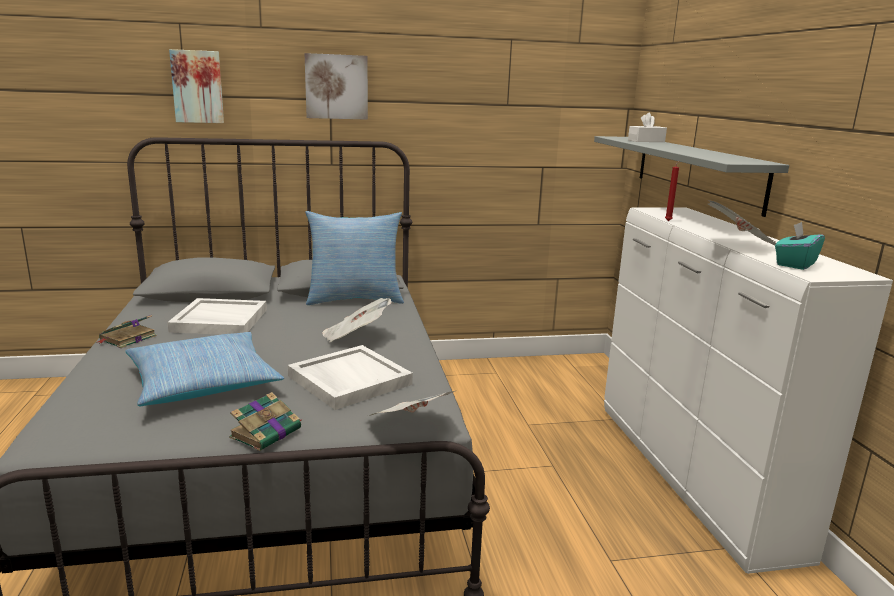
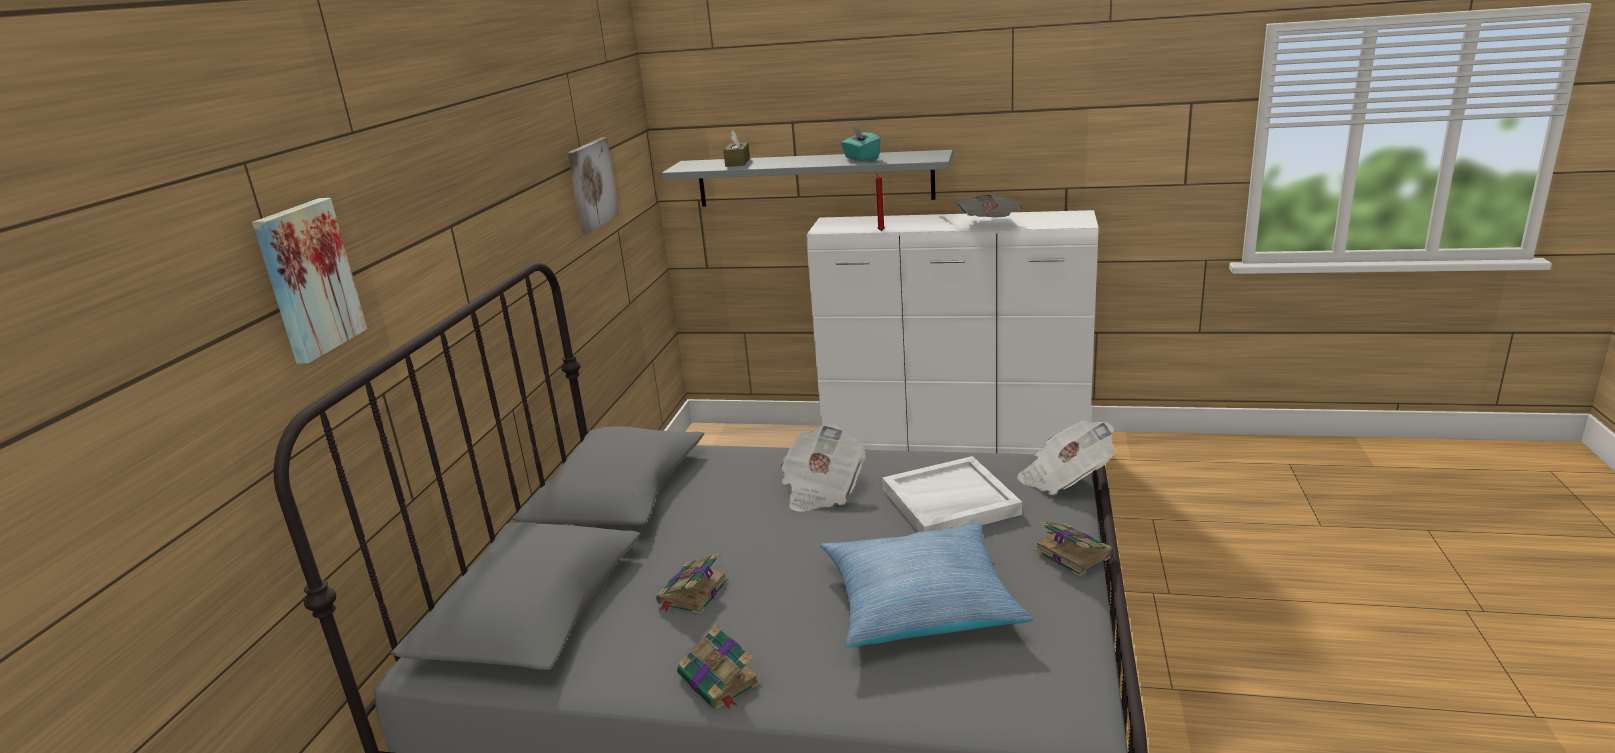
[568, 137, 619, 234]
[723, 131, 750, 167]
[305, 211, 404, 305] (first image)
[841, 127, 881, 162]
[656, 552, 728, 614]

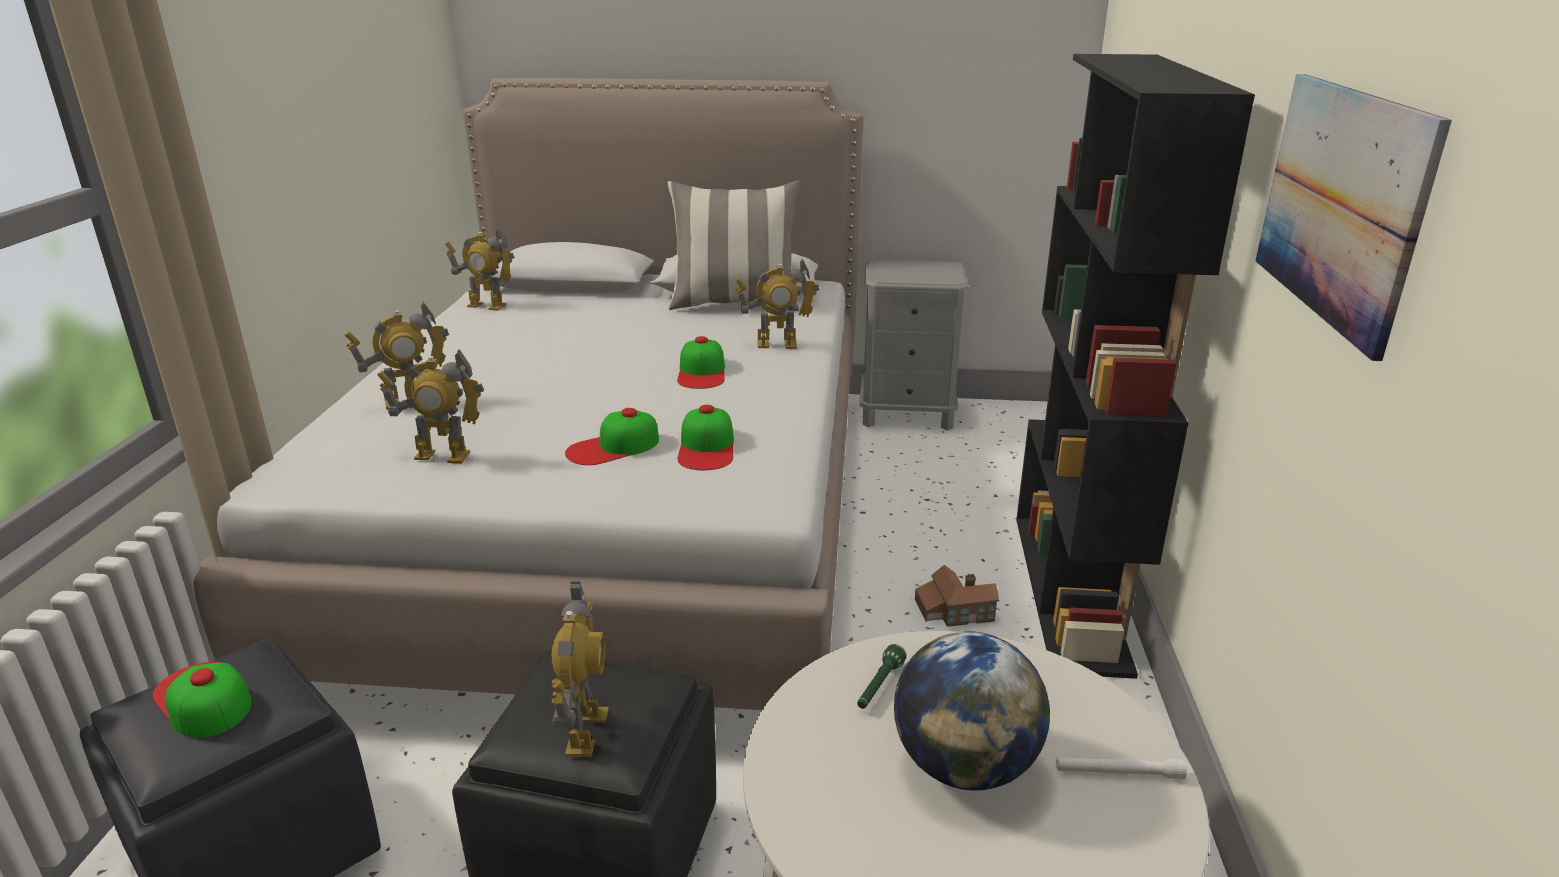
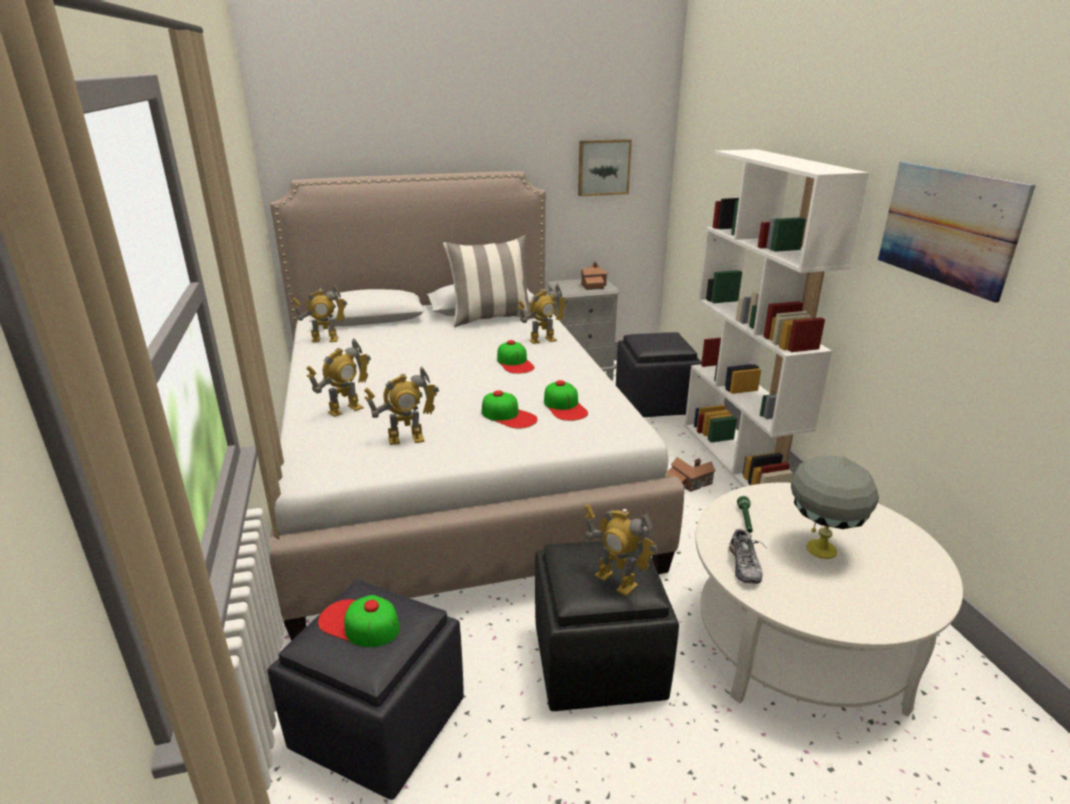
[685, 149, 869, 487]
[482, 390, 537, 429]
[585, 504, 657, 596]
[791, 456, 879, 559]
[1056, 757, 1187, 779] (first image)
[578, 139, 632, 196]
[581, 262, 608, 290]
[616, 332, 702, 417]
[728, 528, 767, 584]

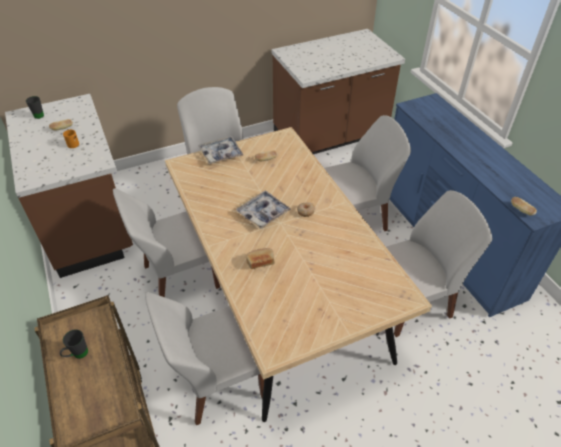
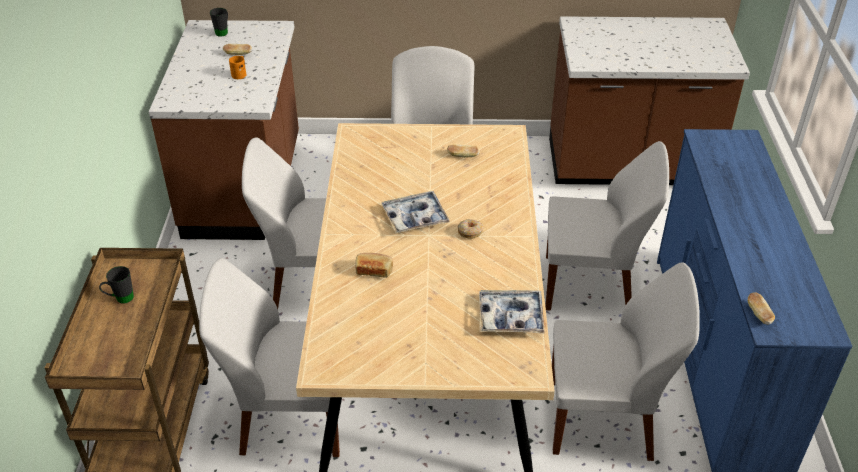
[479, 290, 545, 334]

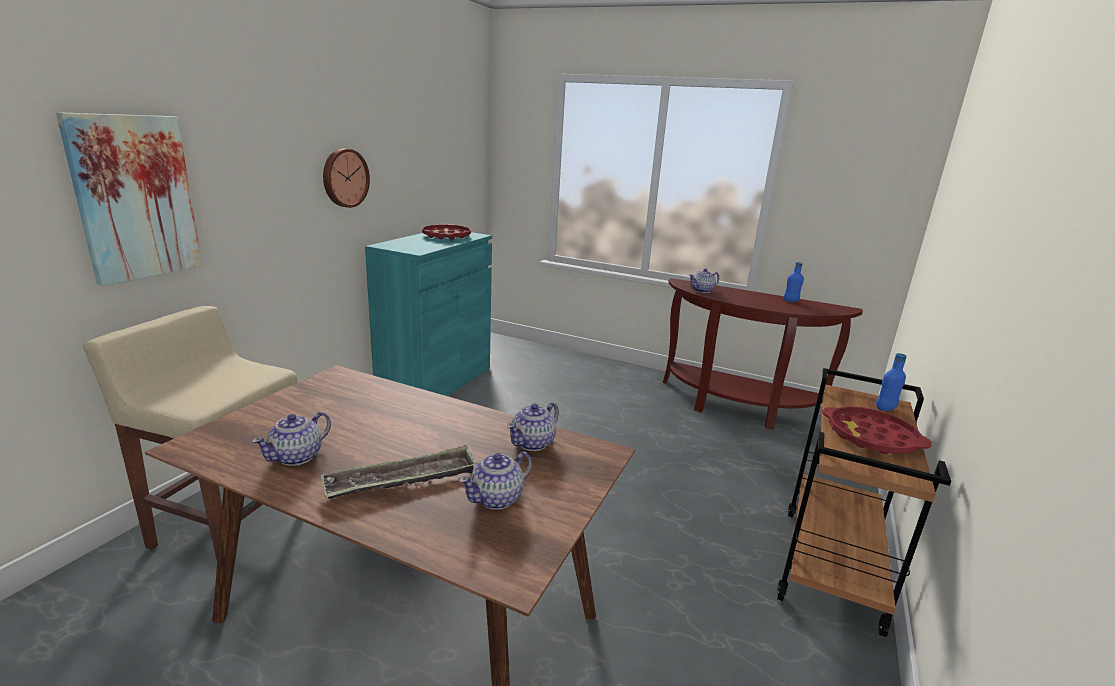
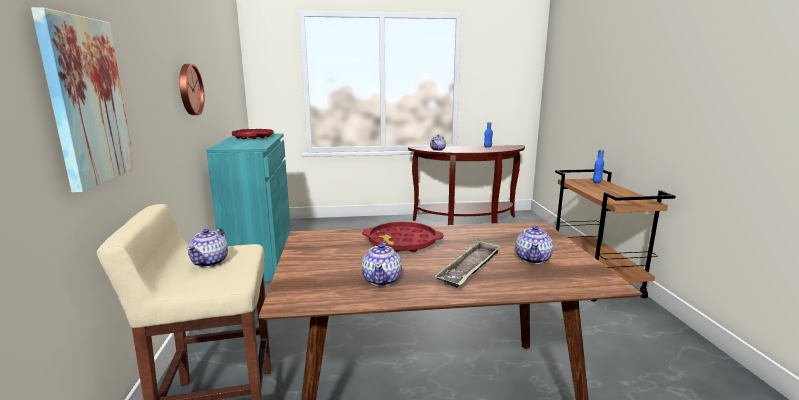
[187, 228, 228, 267]
[362, 222, 443, 252]

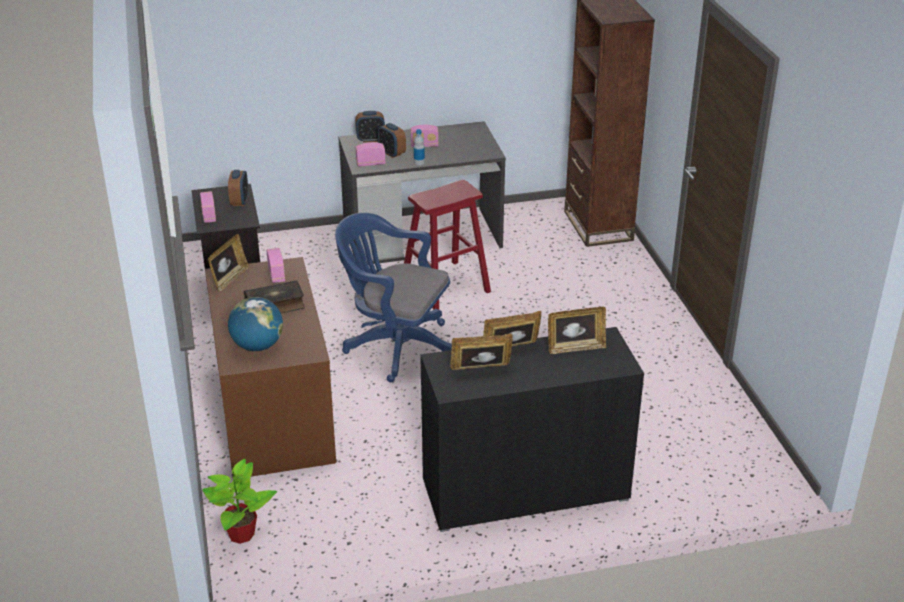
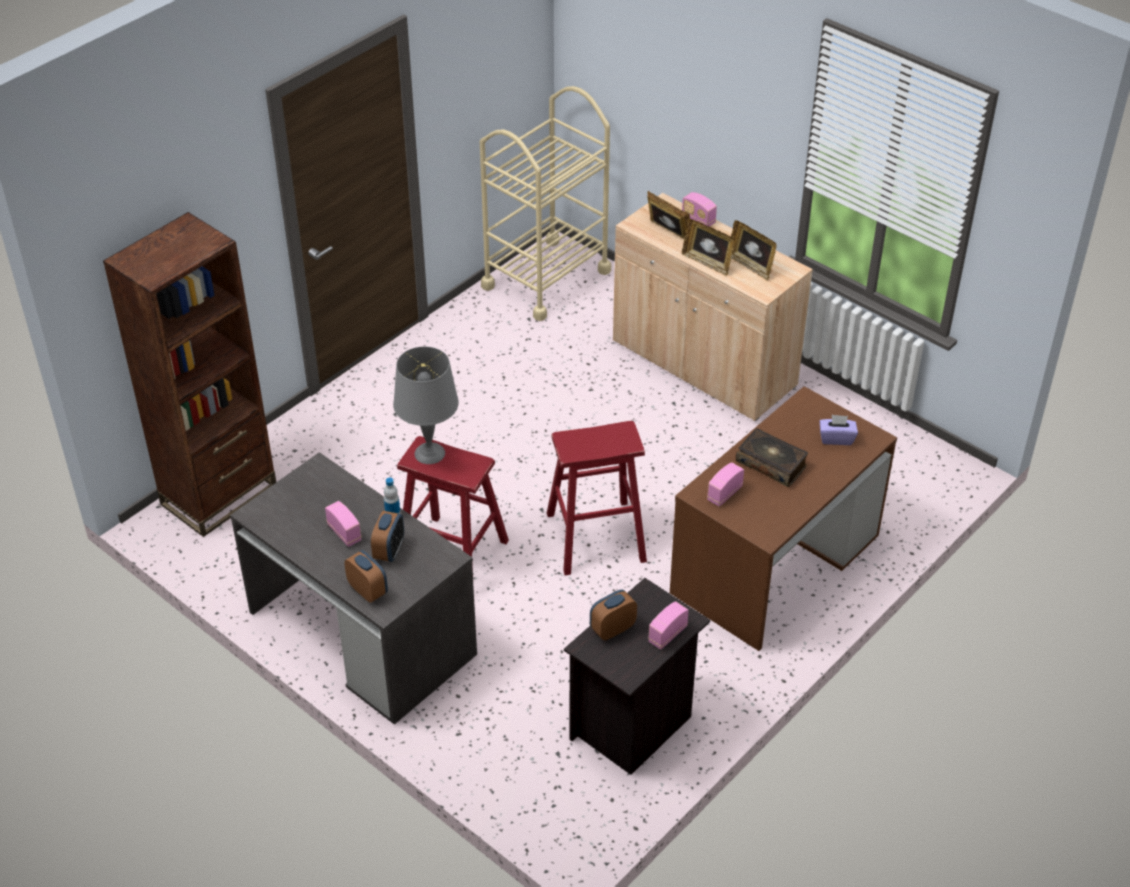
[682, 192, 717, 227]
[547, 421, 647, 575]
[208, 234, 250, 292] (first image)
[820, 415, 858, 445]
[613, 193, 813, 421]
[203, 459, 277, 544] (first image)
[480, 86, 611, 321]
[393, 346, 459, 464]

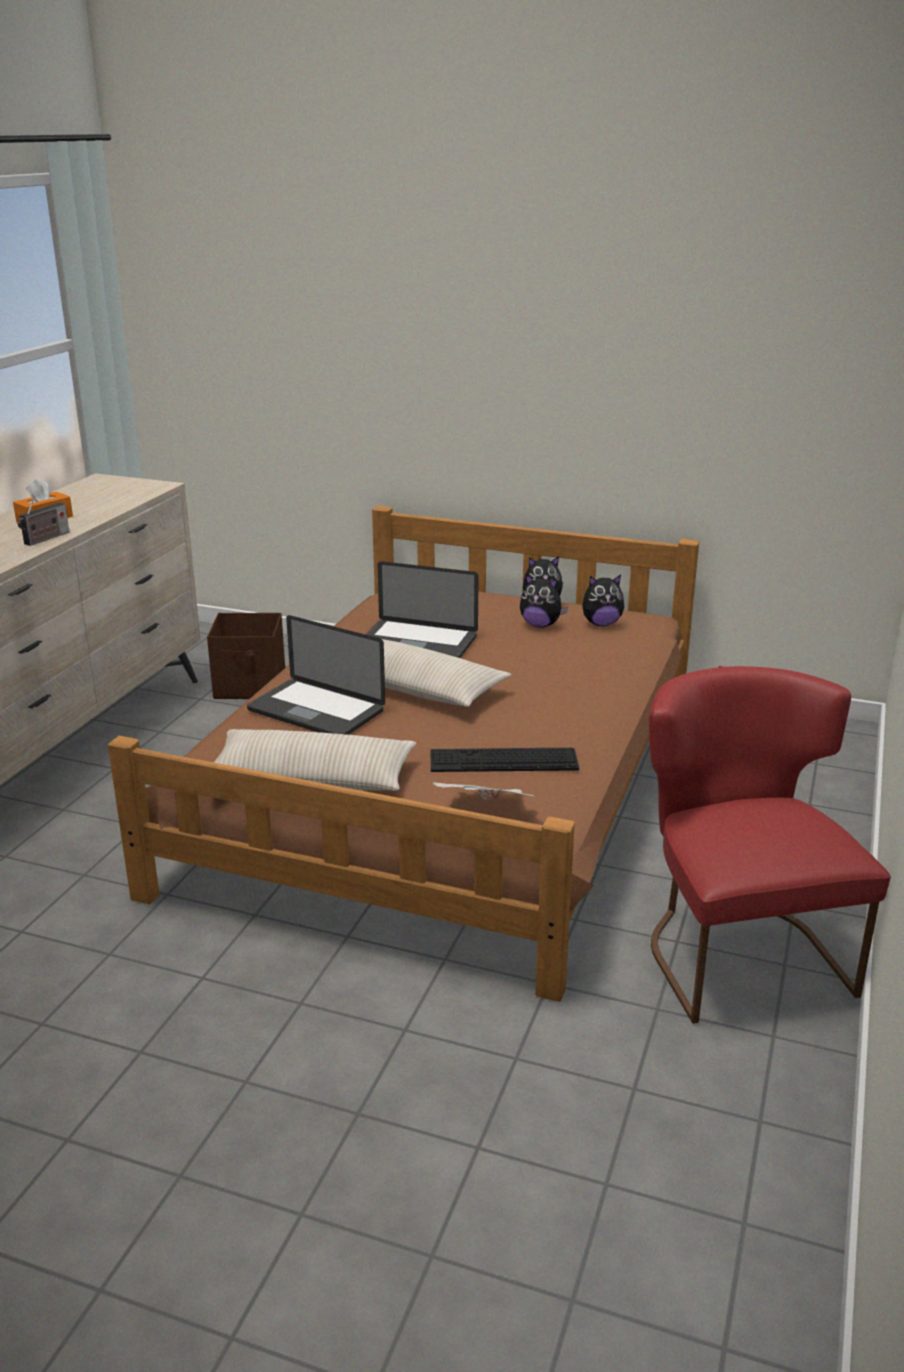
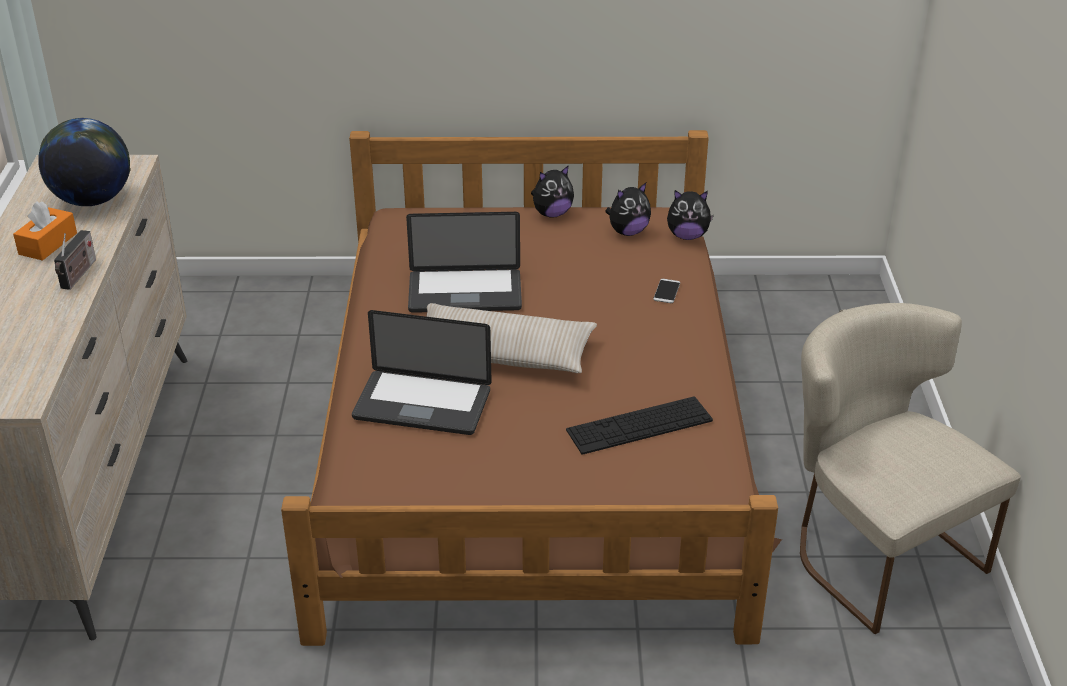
[667, 190, 714, 240]
[207, 613, 285, 699] (first image)
[800, 303, 1021, 634]
[214, 729, 416, 791] (first image)
[433, 782, 539, 800] (first image)
[38, 118, 131, 206]
[653, 279, 680, 303]

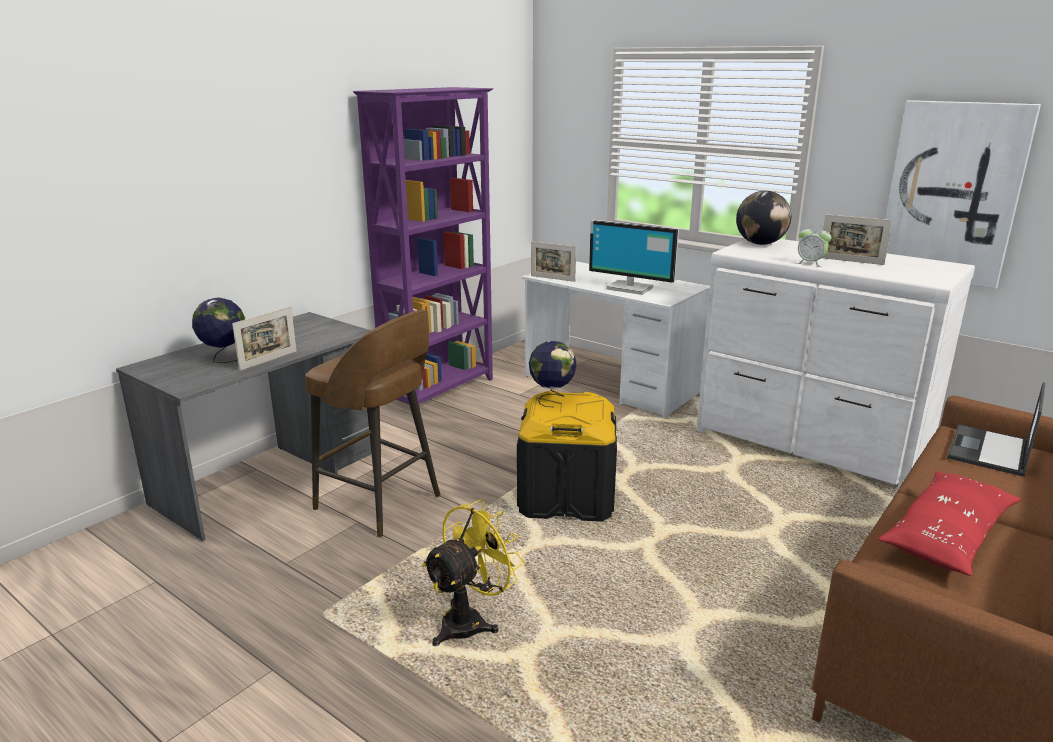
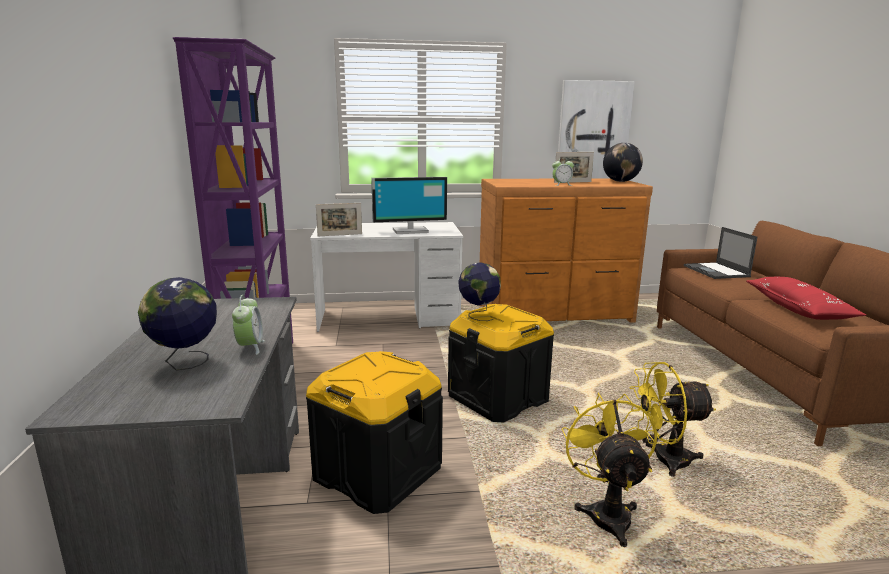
[603, 143, 643, 182]
[479, 178, 653, 323]
[232, 295, 265, 355]
[306, 351, 443, 514]
[629, 362, 716, 477]

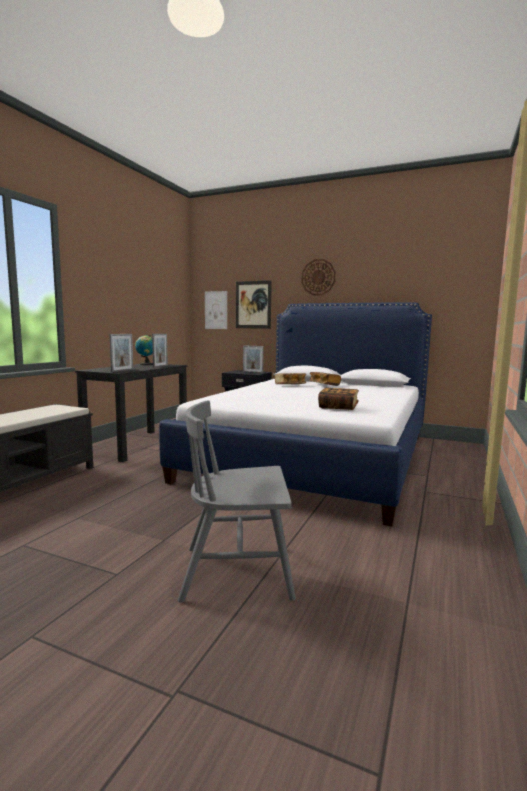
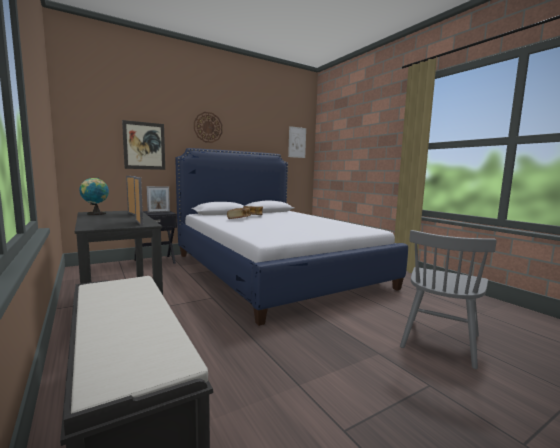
[288, 126, 306, 158]
[318, 387, 359, 410] (first image)

